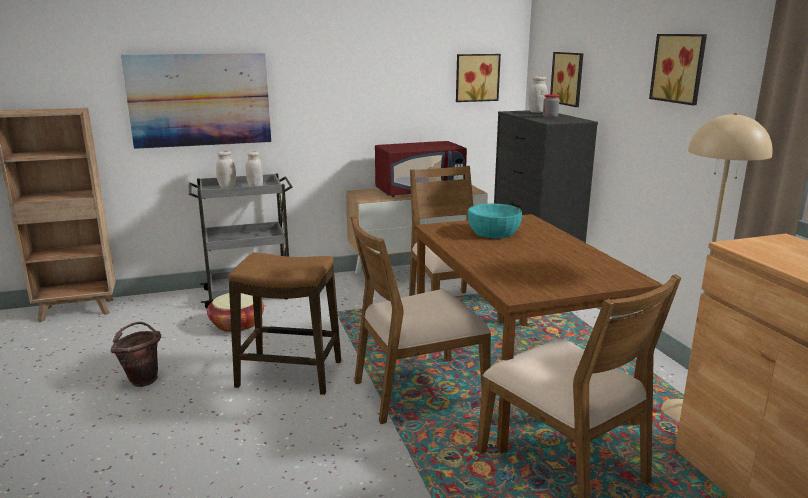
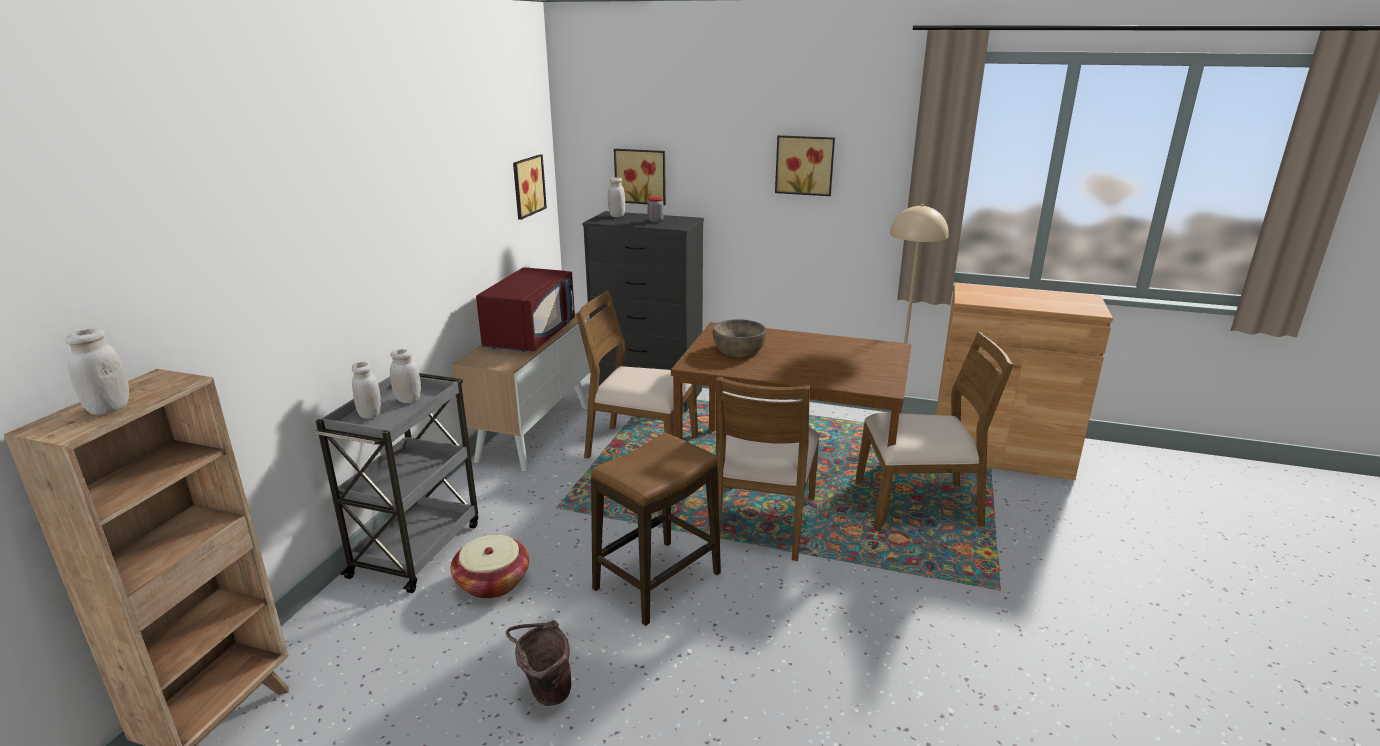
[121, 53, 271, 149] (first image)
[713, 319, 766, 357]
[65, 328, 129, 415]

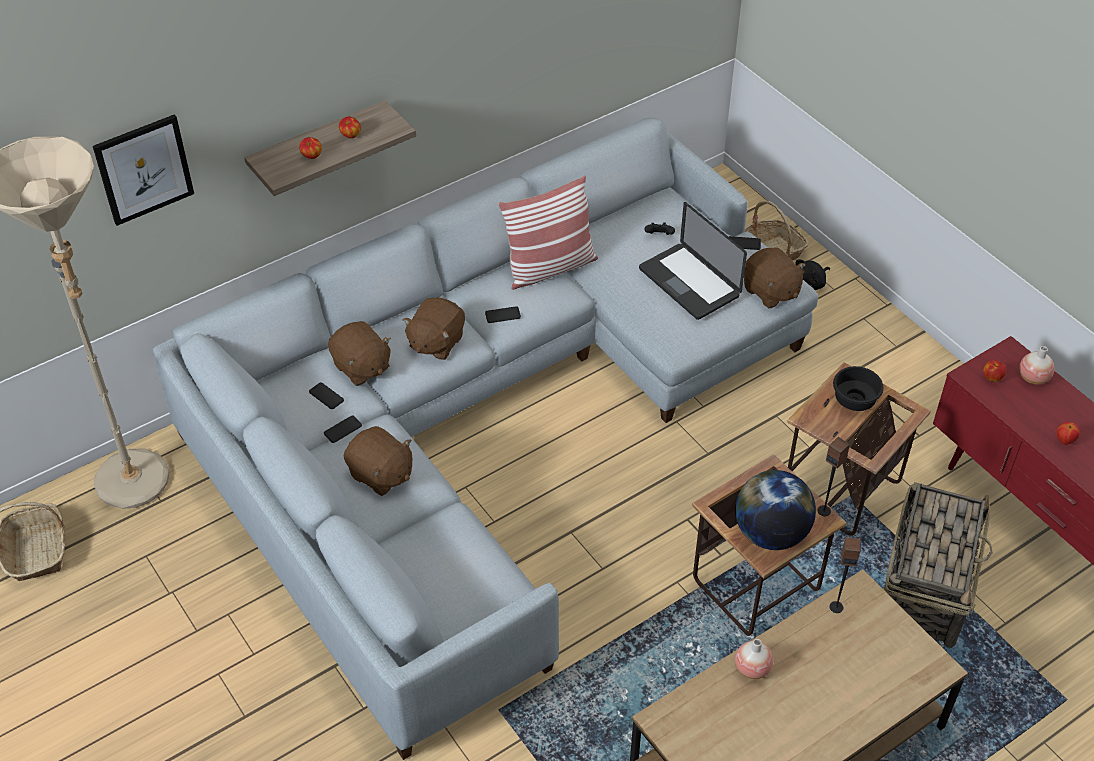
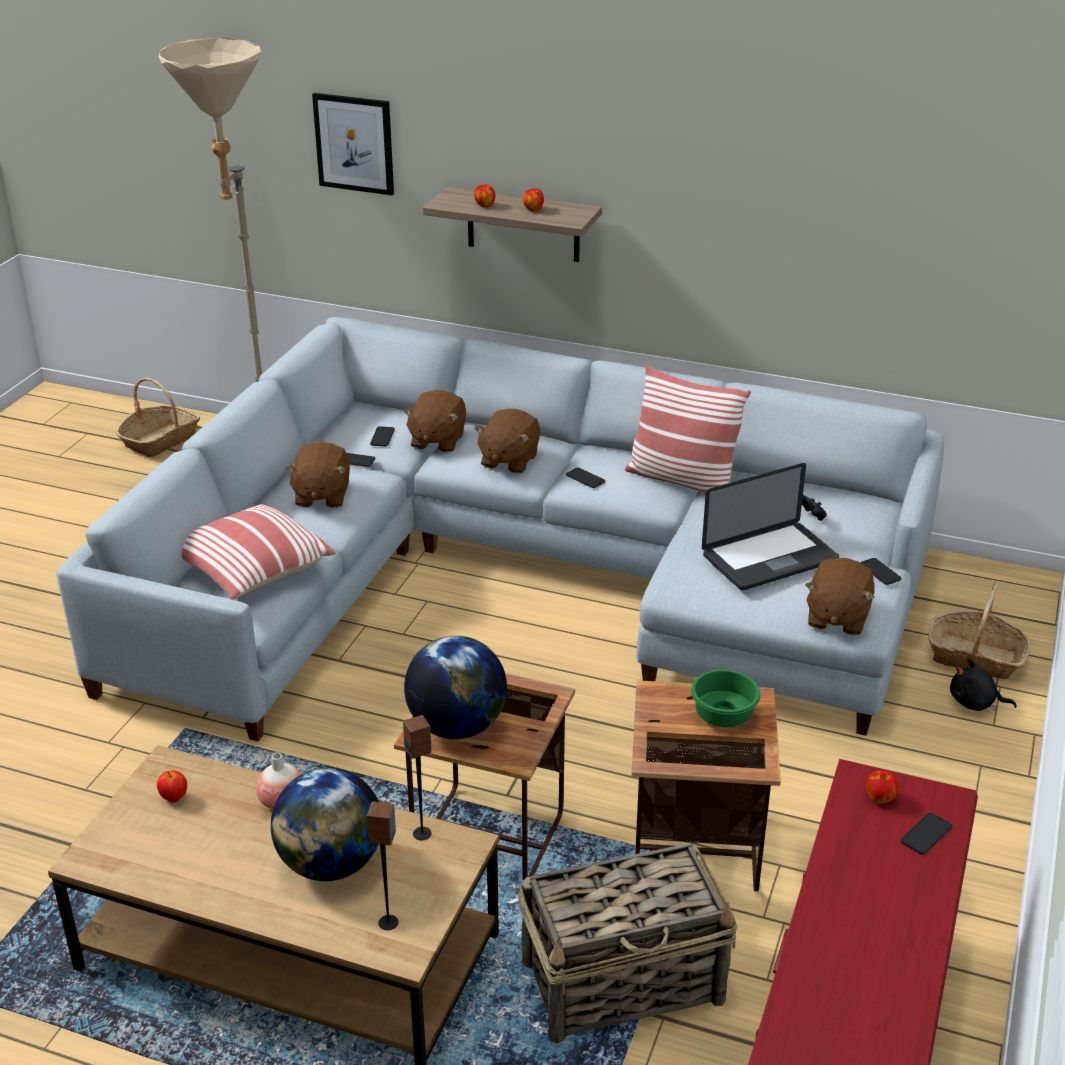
[702, 463, 839, 590]
[475, 409, 540, 474]
[901, 813, 952, 855]
[691, 669, 761, 727]
[157, 770, 187, 803]
[367, 801, 398, 930]
[182, 504, 336, 600]
[271, 768, 379, 881]

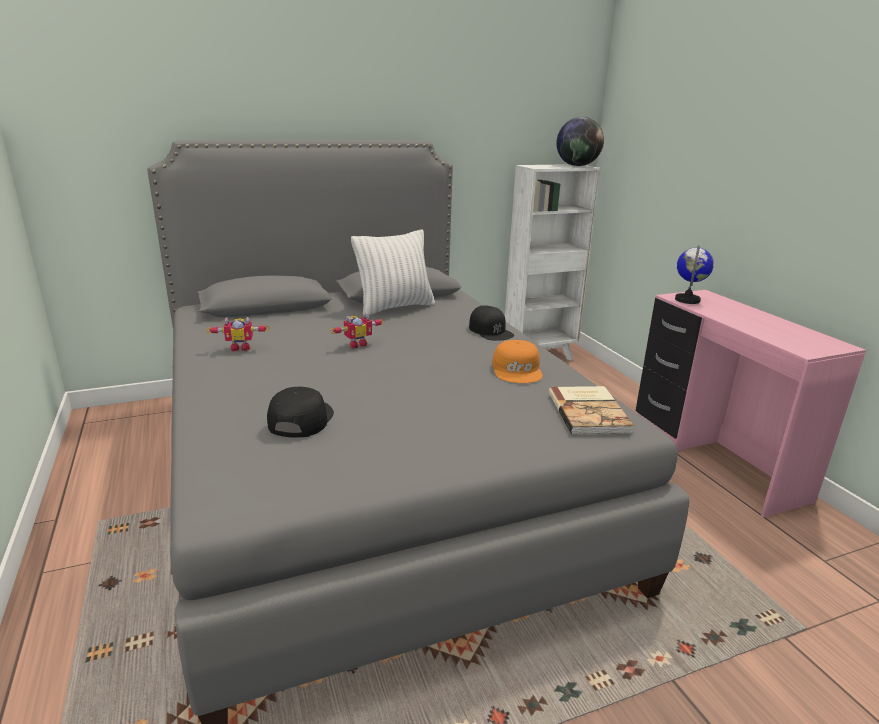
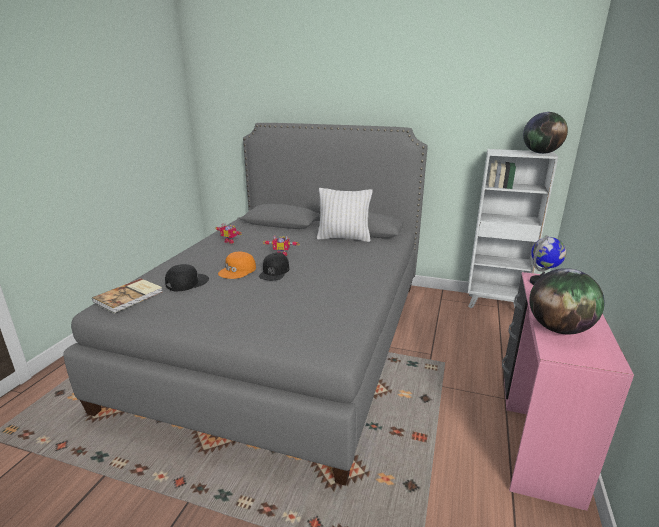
[259, 252, 289, 280]
[218, 251, 256, 279]
[92, 278, 163, 313]
[529, 268, 605, 334]

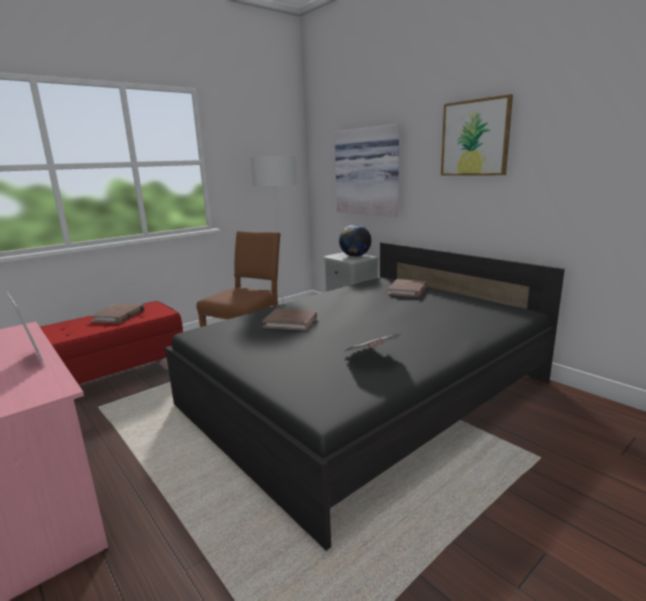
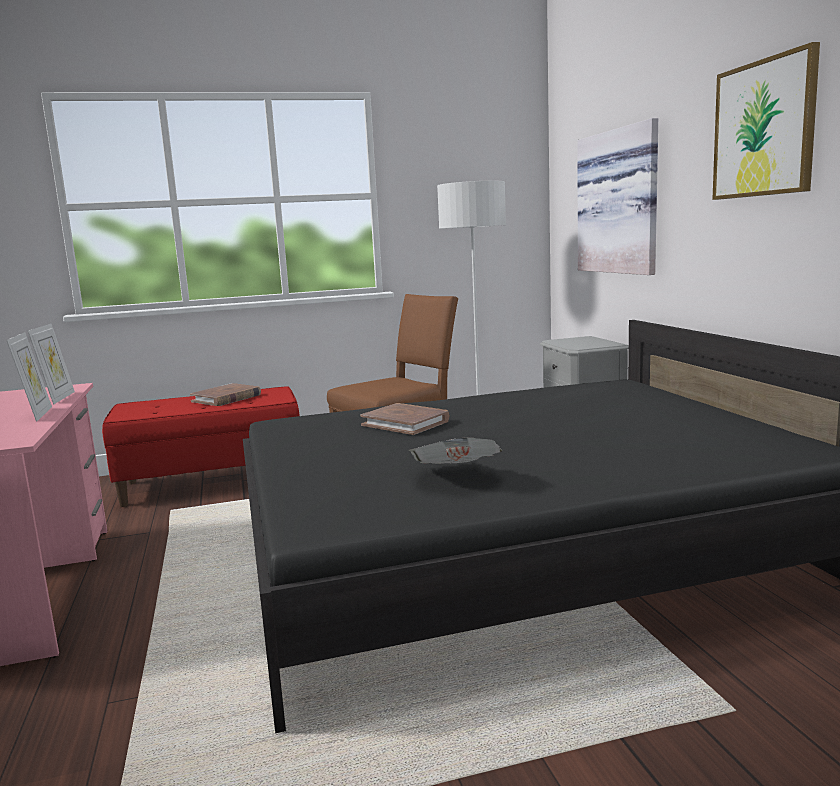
[339, 224, 371, 257] (first image)
[387, 279, 427, 297] (first image)
[28, 324, 75, 404]

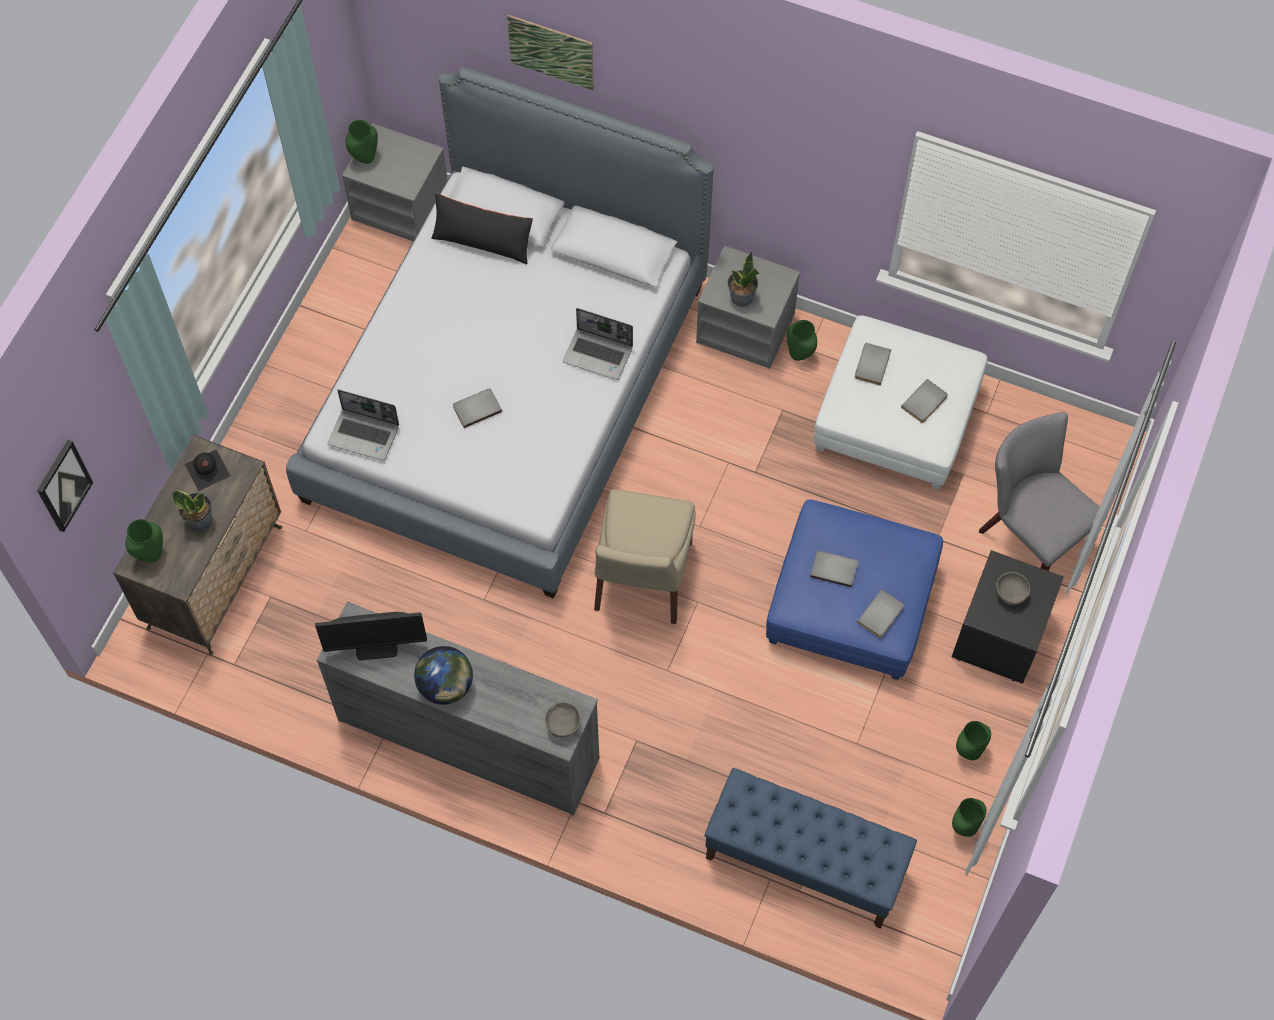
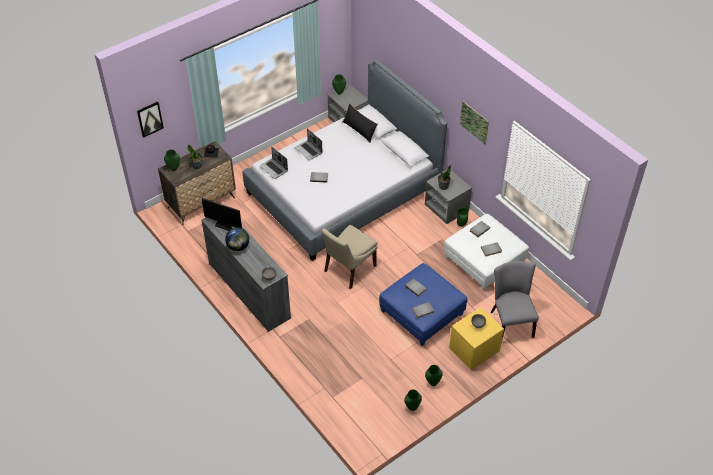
[460, 101, 489, 144]
[295, 128, 323, 160]
[449, 307, 504, 370]
[704, 768, 917, 929] (first image)

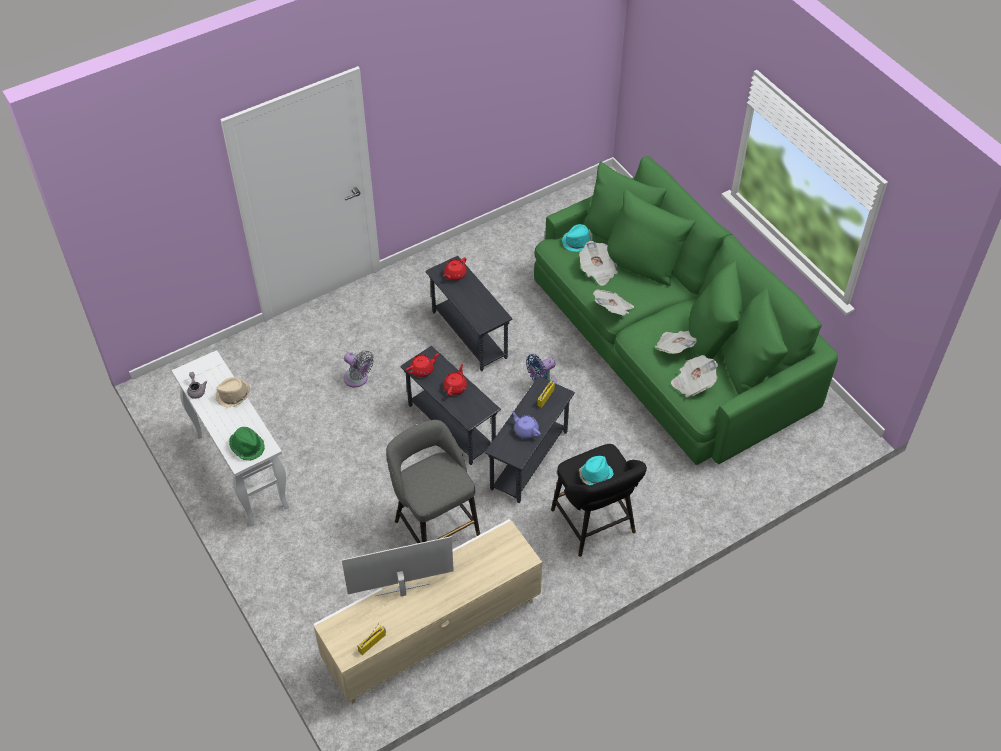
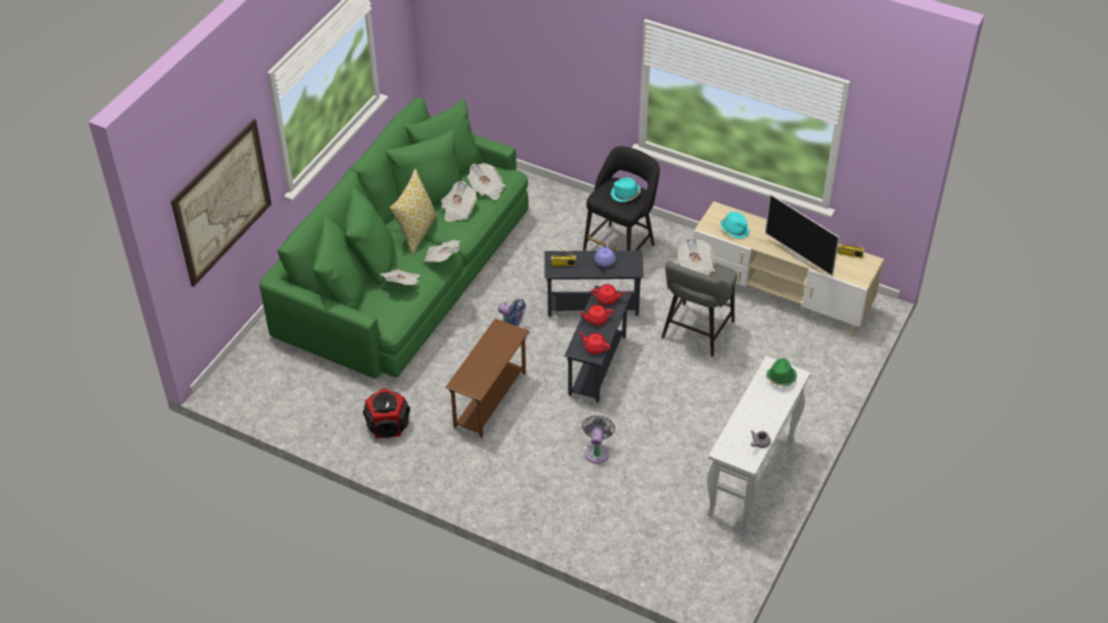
[720, 212, 749, 239]
[445, 318, 529, 438]
[591, 284, 626, 305]
[216, 377, 250, 408] (first image)
[171, 119, 272, 287]
[390, 168, 438, 254]
[678, 237, 715, 275]
[363, 388, 410, 438]

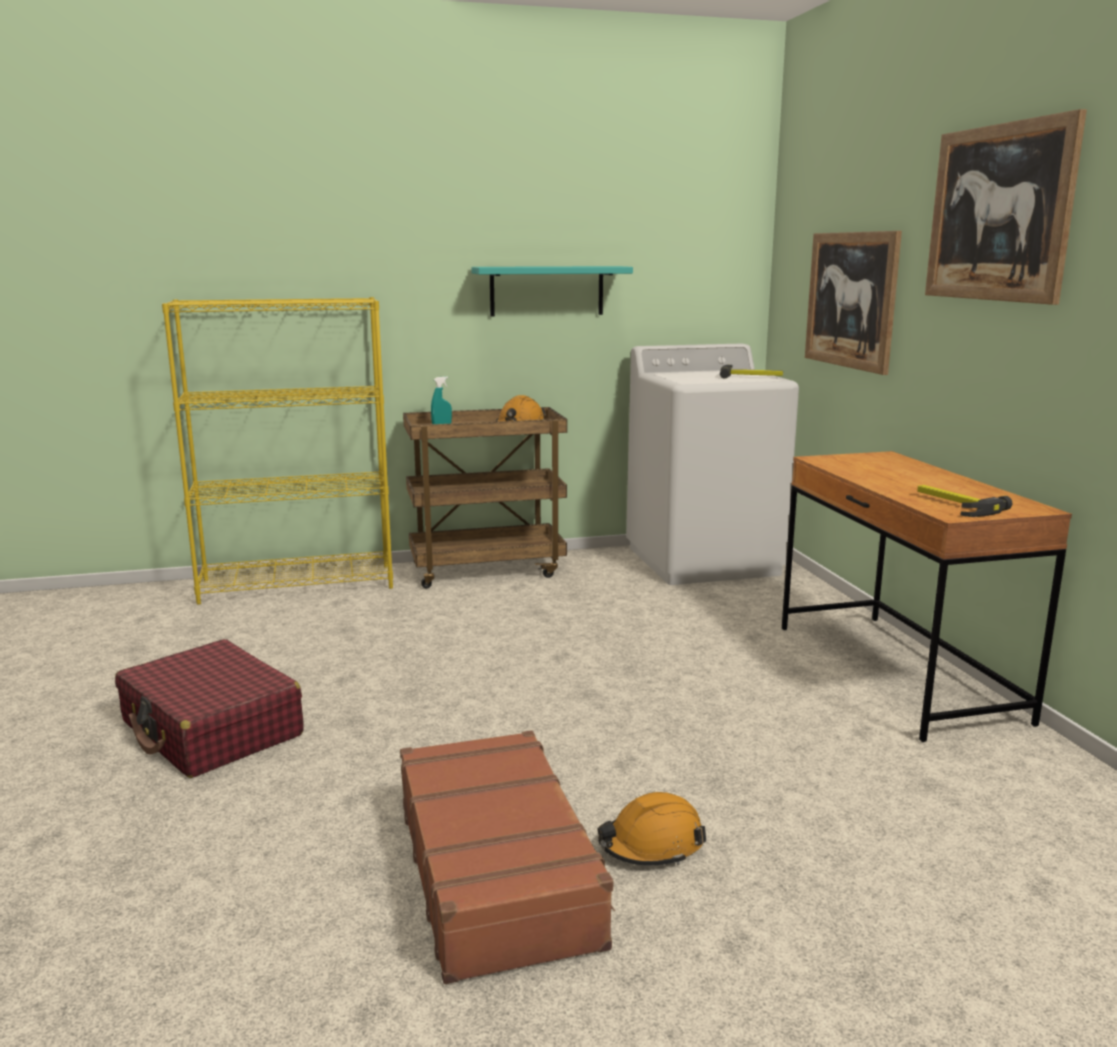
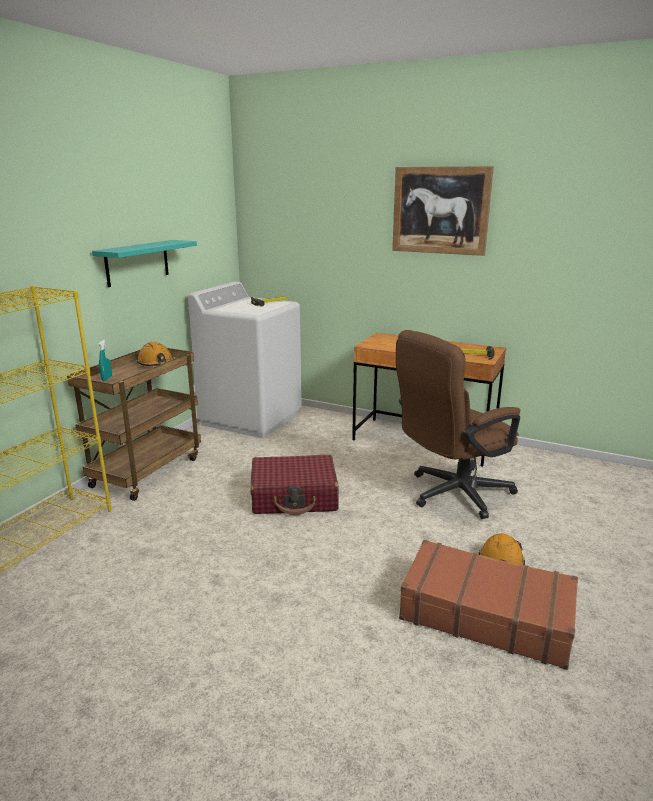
[805, 231, 902, 375] (first image)
[251, 455, 339, 515]
[396, 330, 520, 519]

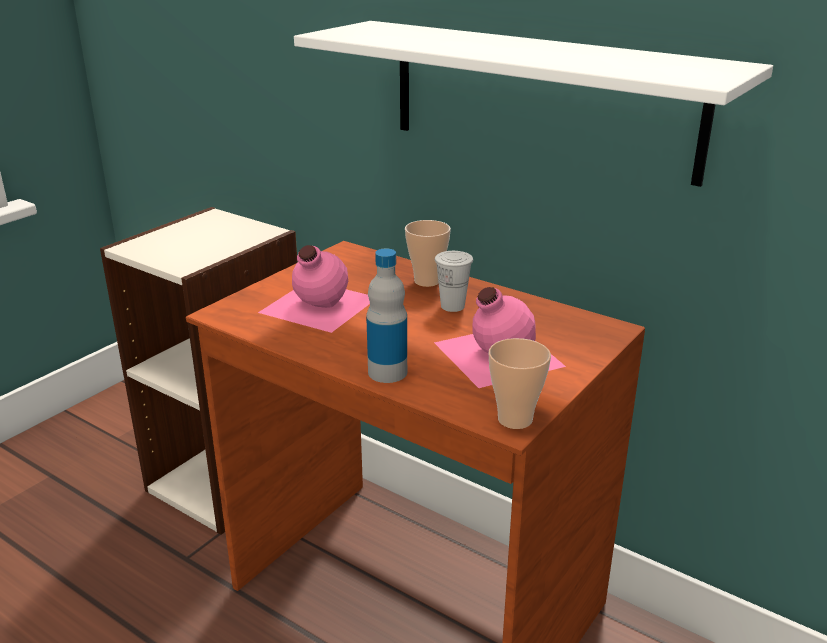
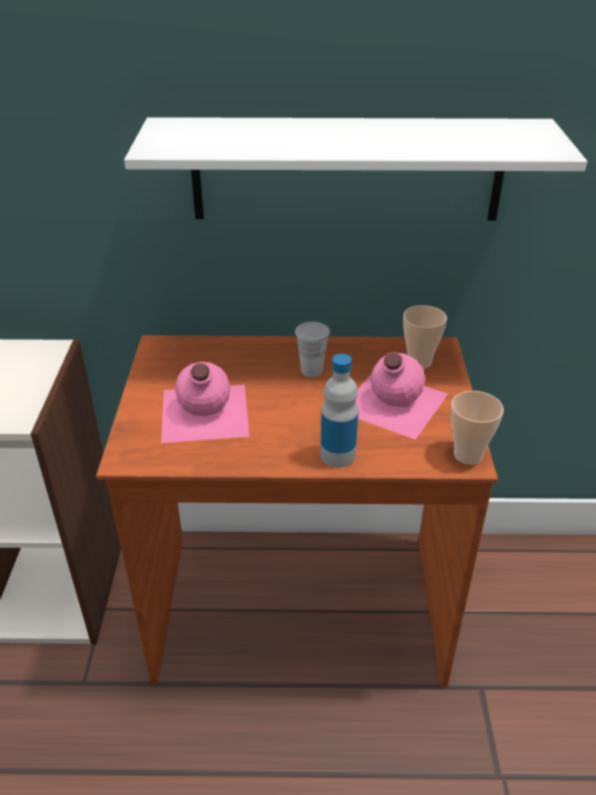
[403, 305, 447, 369]

